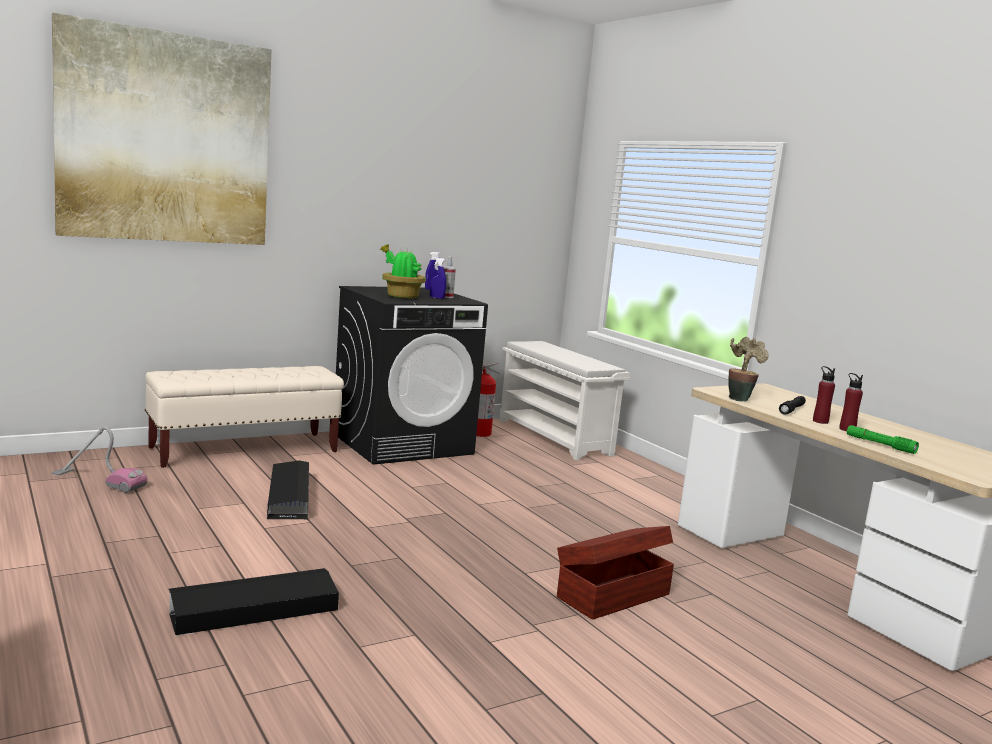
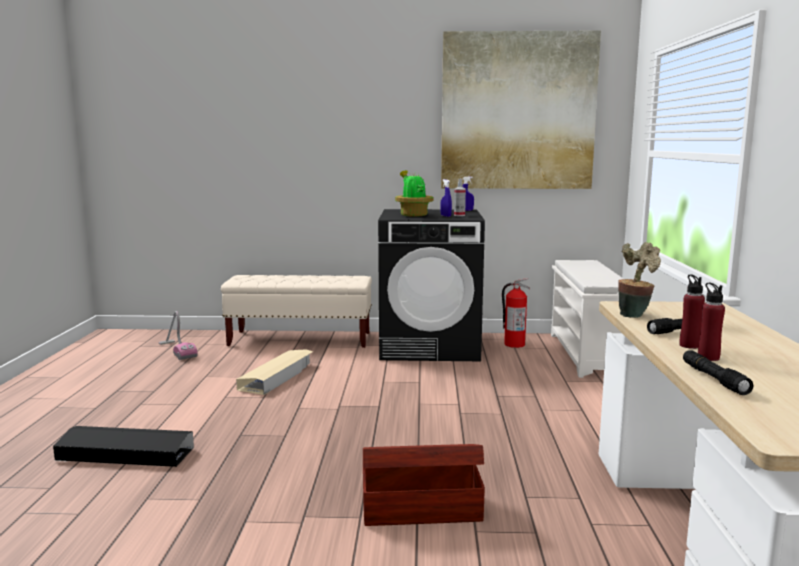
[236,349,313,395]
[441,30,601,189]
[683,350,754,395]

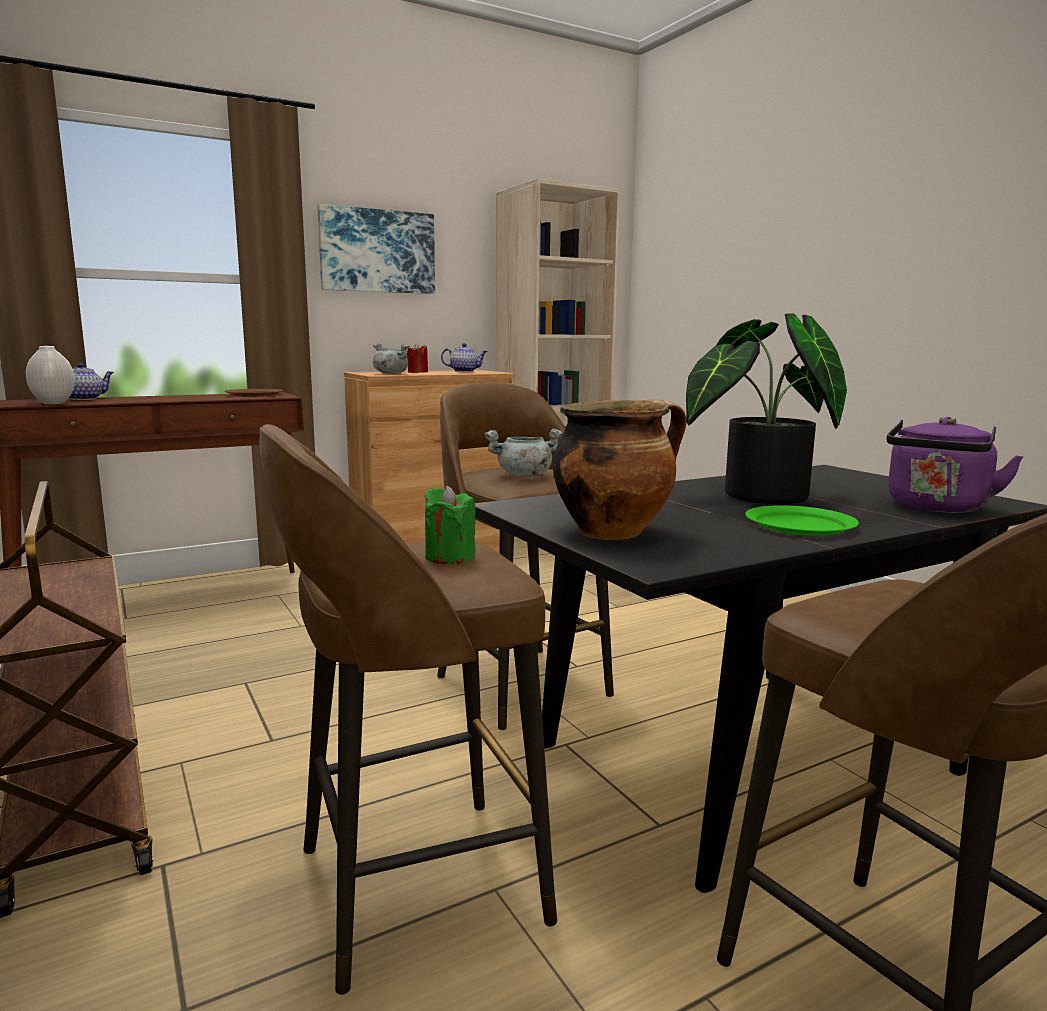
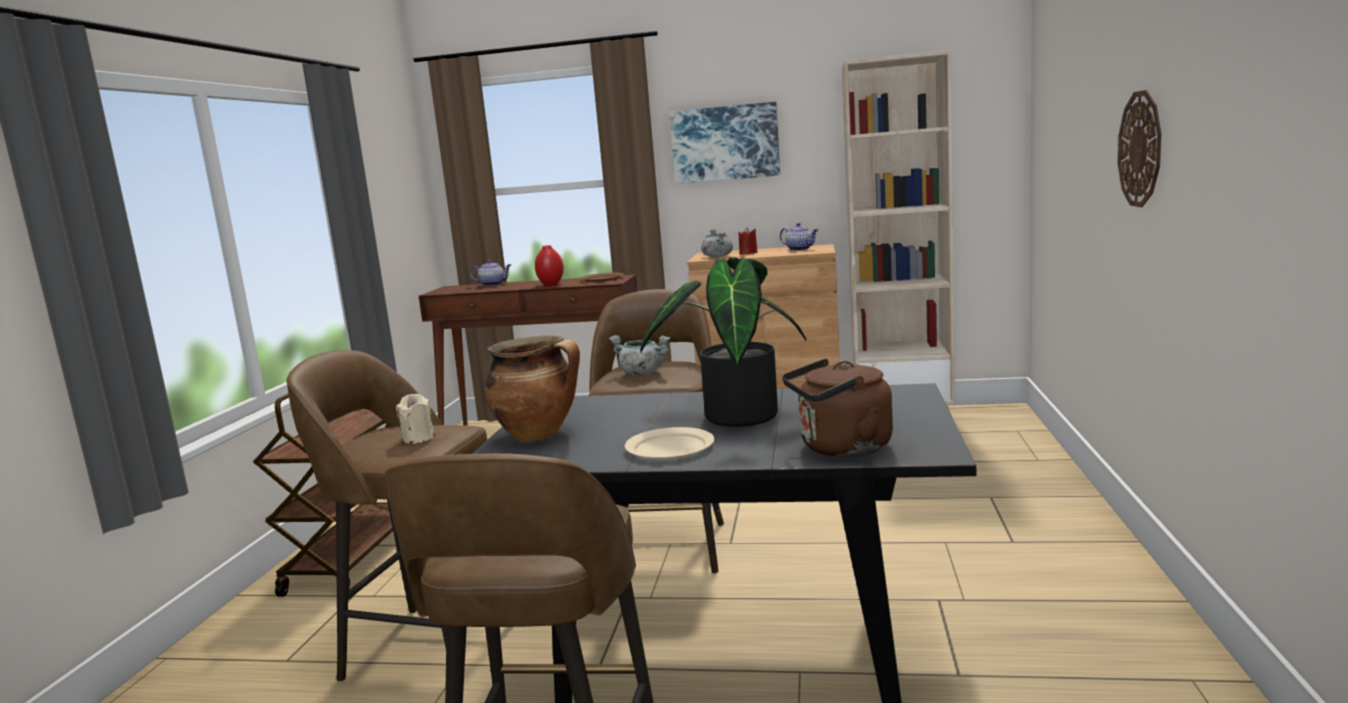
[396,394,435,444]
[535,245,564,286]
[625,427,715,460]
[782,358,893,457]
[1118,90,1161,207]
[26,346,75,404] (first image)

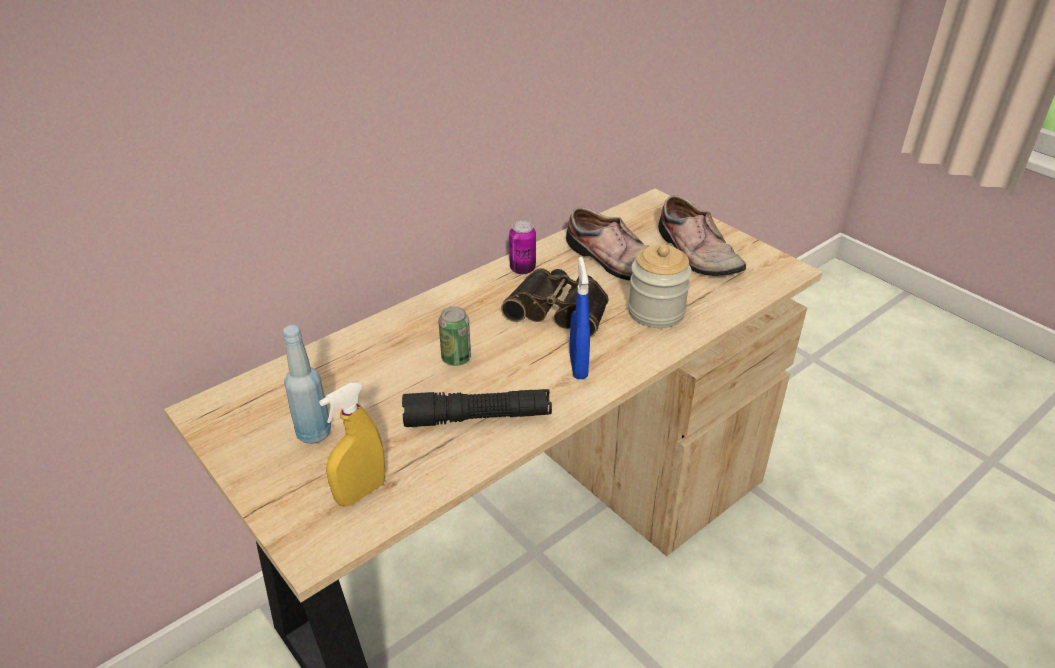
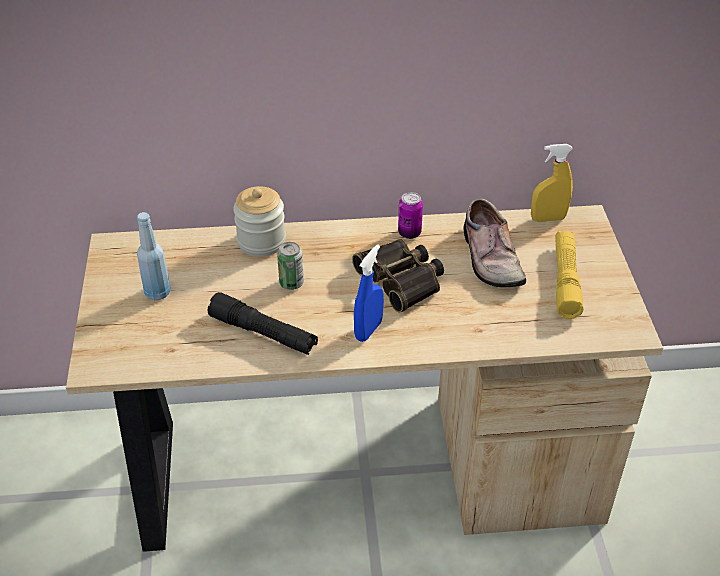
[233,186,286,257]
[531,144,573,222]
[555,231,583,319]

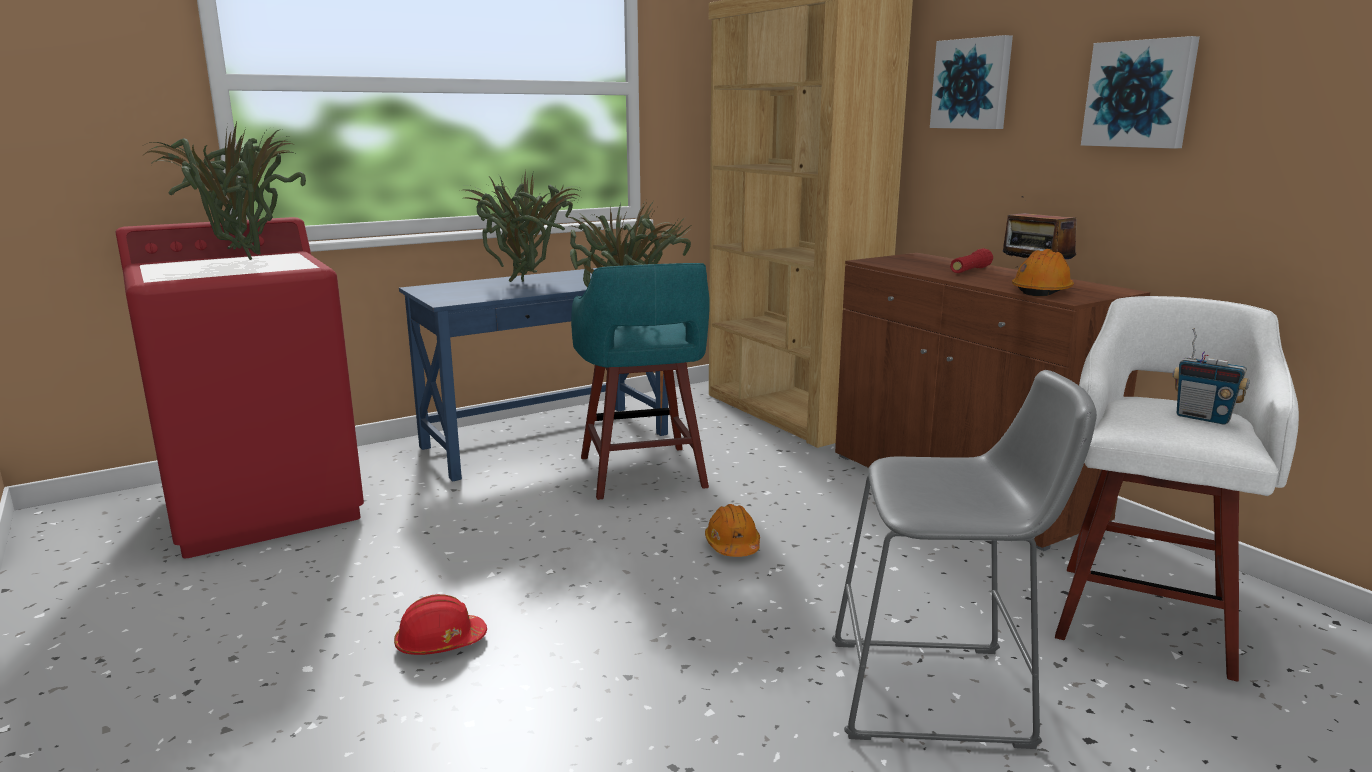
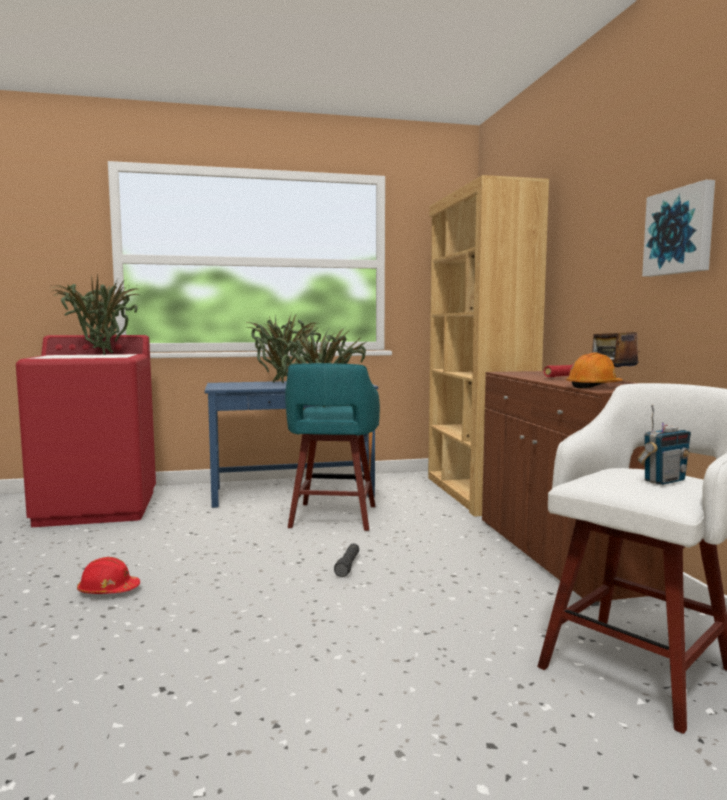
[334,543,359,577]
[637,404,691,485]
[832,370,1097,749] (first image)
[930,35,1013,129] (first image)

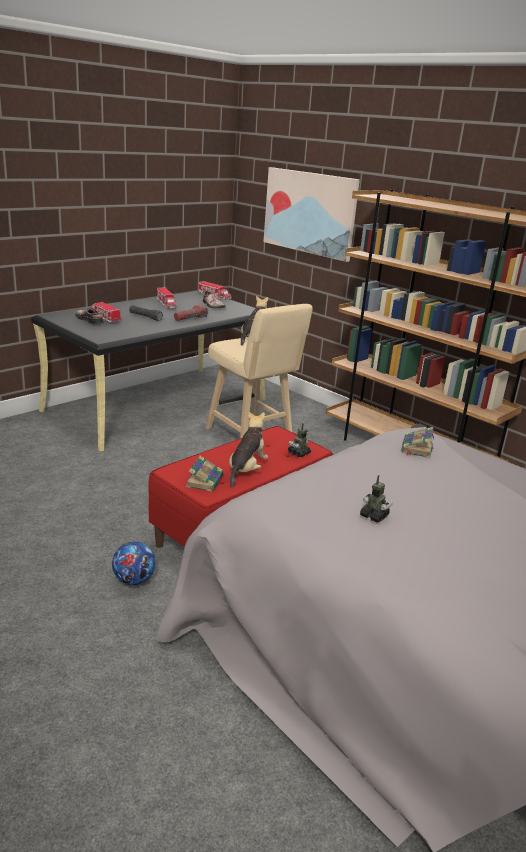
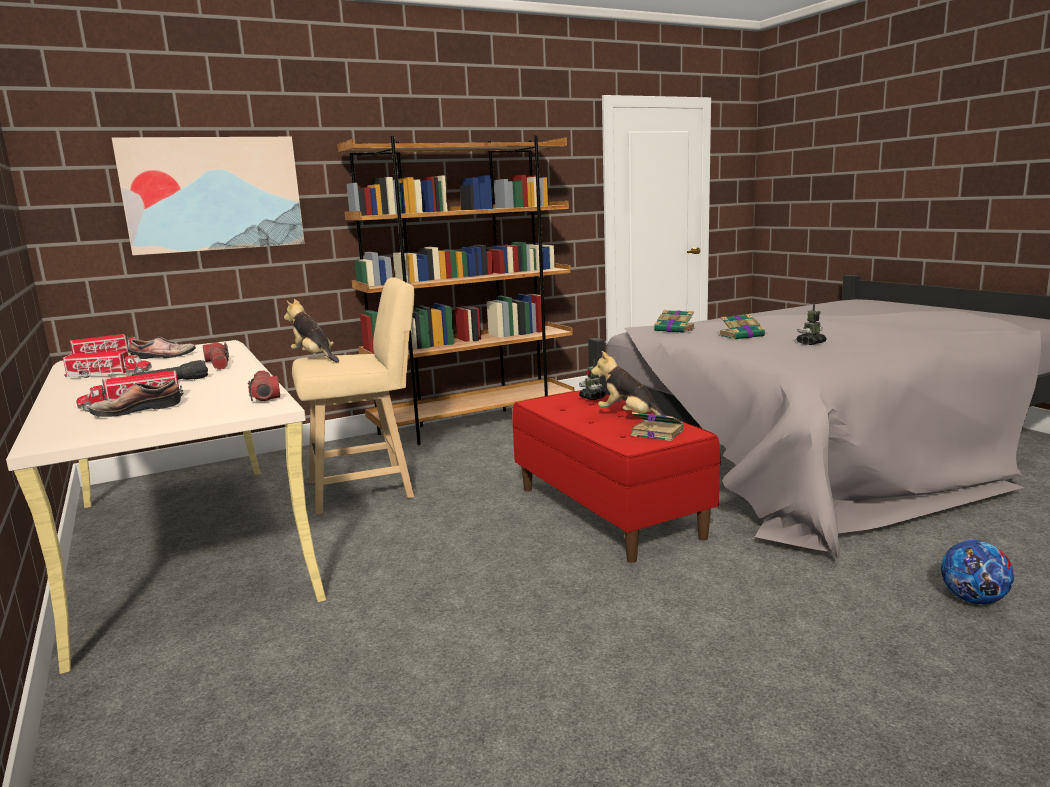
[6,340,326,674]
[248,370,280,401]
[719,314,765,340]
[941,540,1014,604]

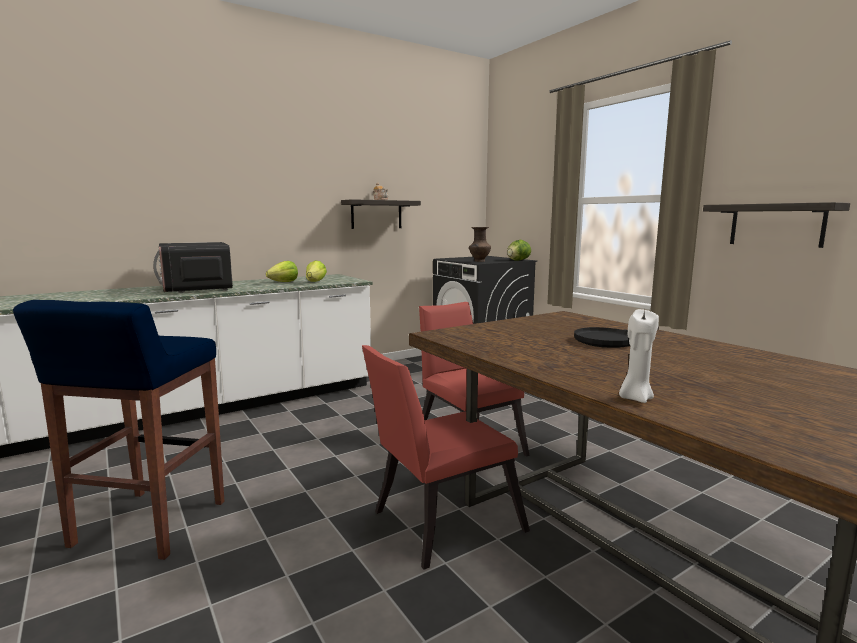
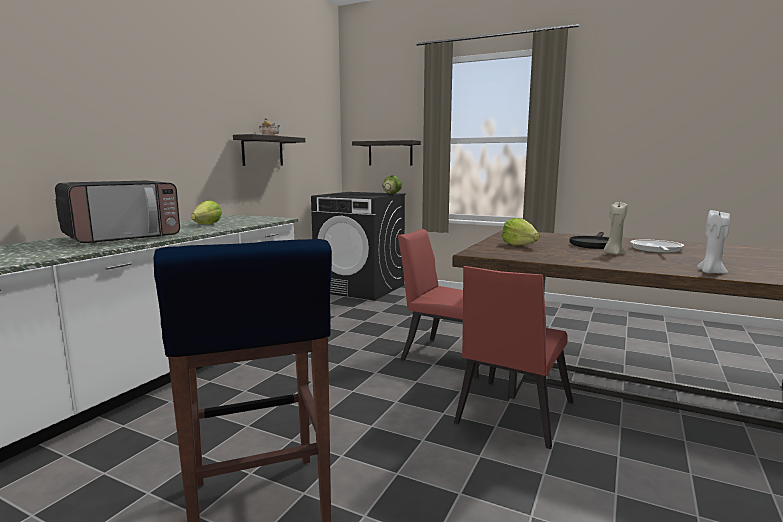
[55,181,180,243]
[352,140,421,166]
[502,218,539,246]
[604,202,628,254]
[630,240,684,253]
[469,227,491,262] (first image)

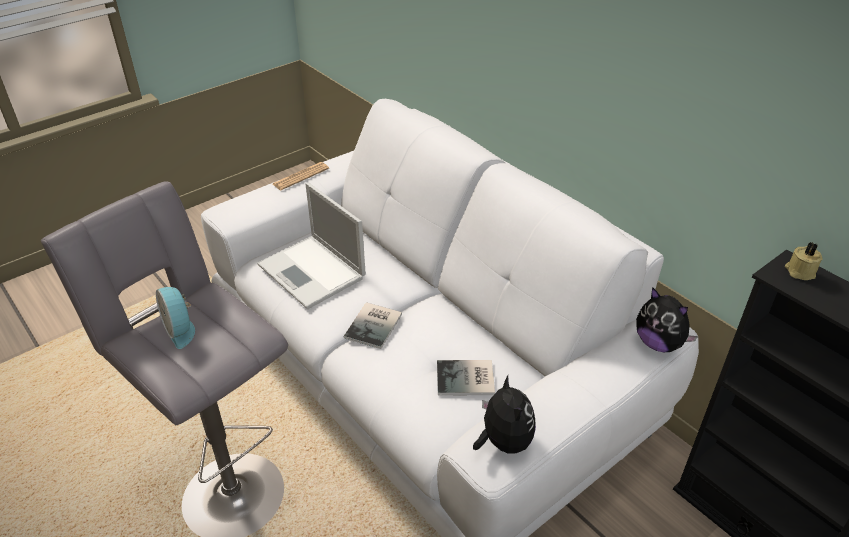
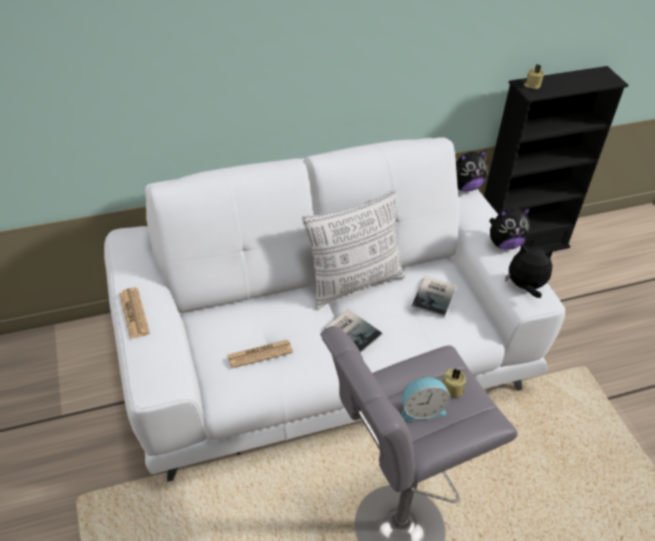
[227,340,293,368]
[302,190,405,309]
[441,369,466,398]
[489,207,531,250]

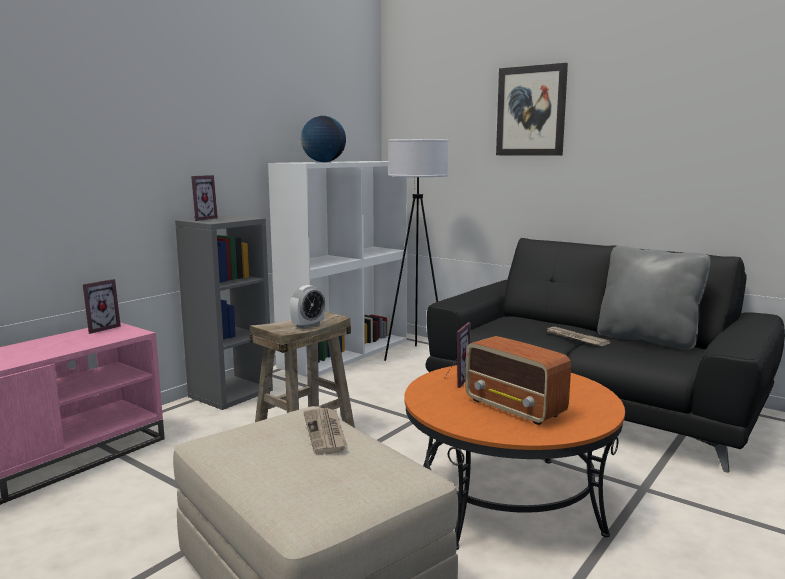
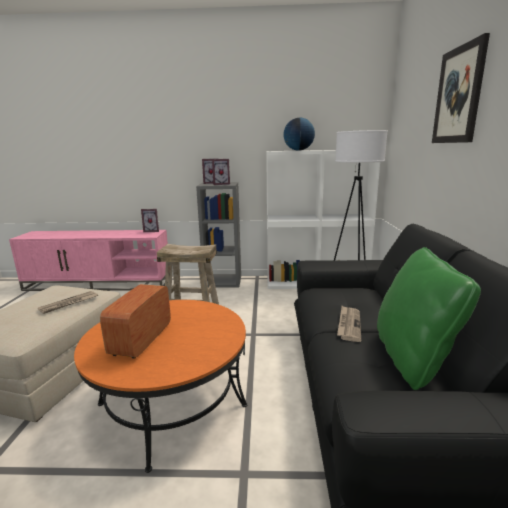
[212,159,230,185]
[377,247,481,390]
[290,285,325,329] (first image)

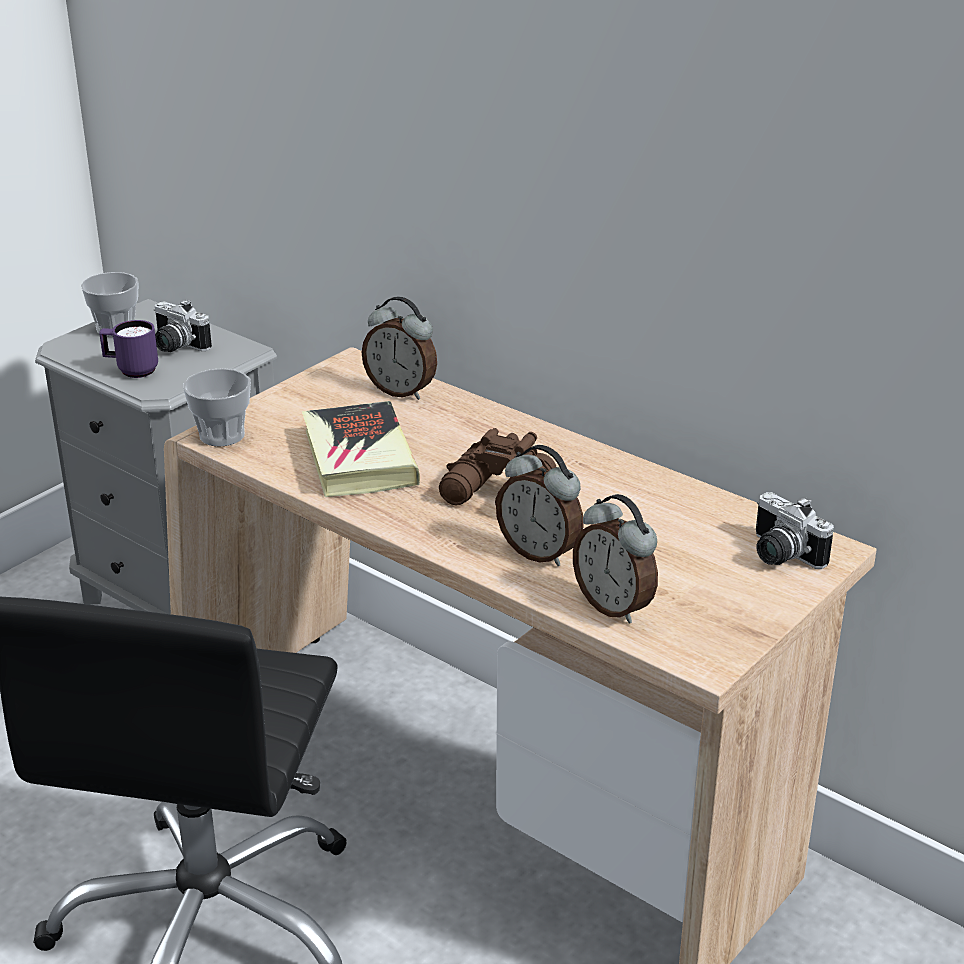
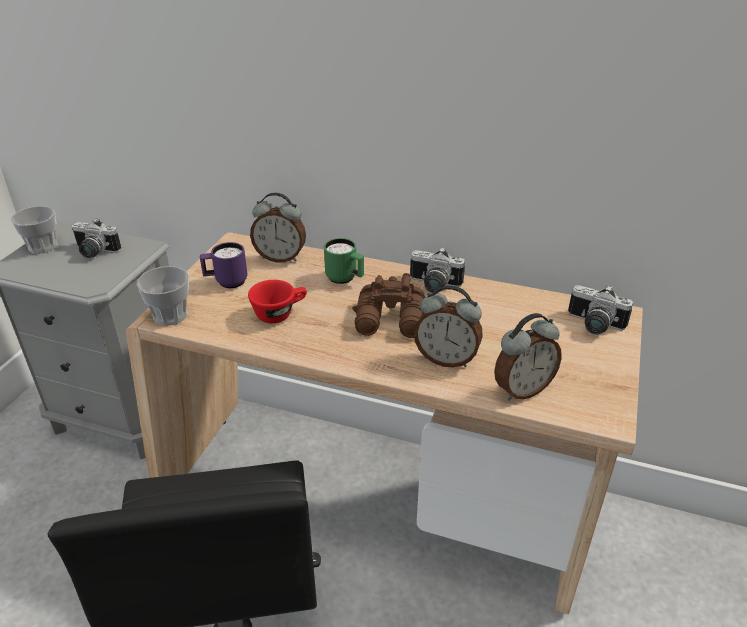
[200,242,247,288]
[248,280,307,323]
[324,238,364,284]
[410,247,465,293]
[494,313,562,400]

